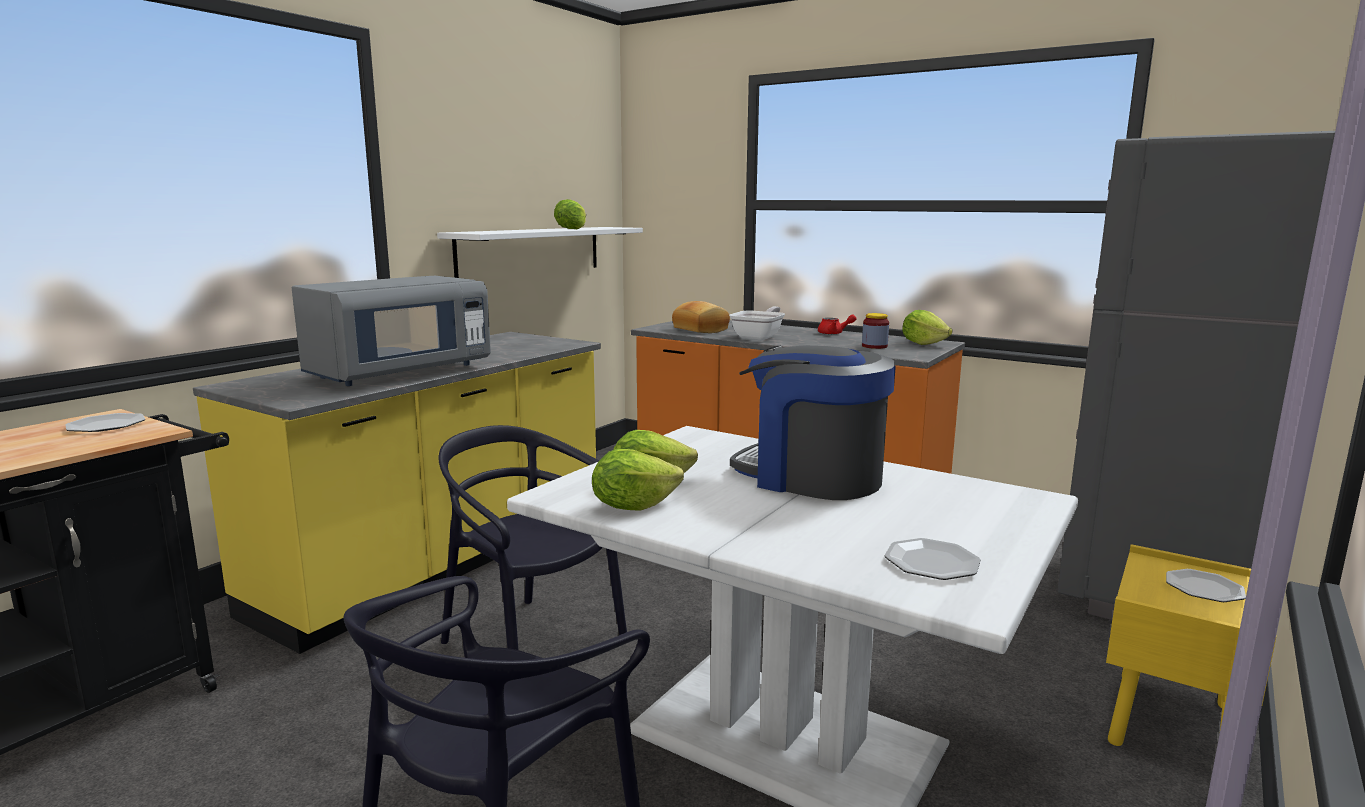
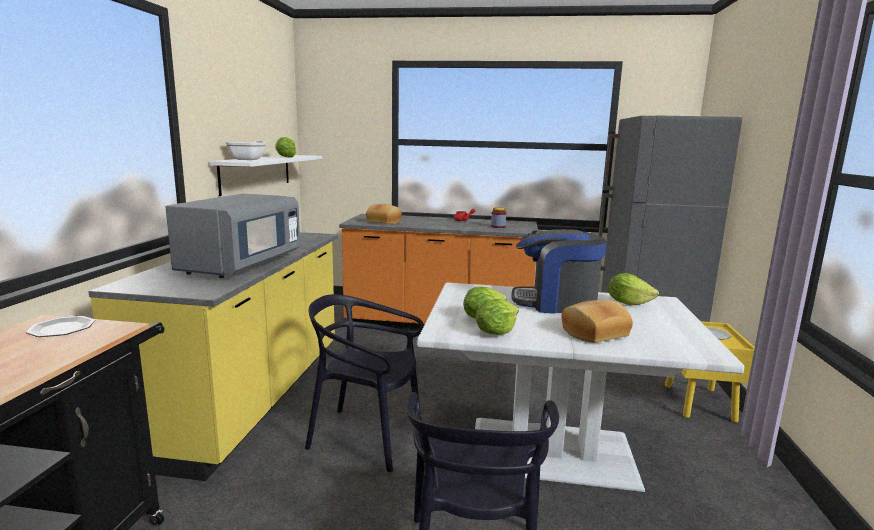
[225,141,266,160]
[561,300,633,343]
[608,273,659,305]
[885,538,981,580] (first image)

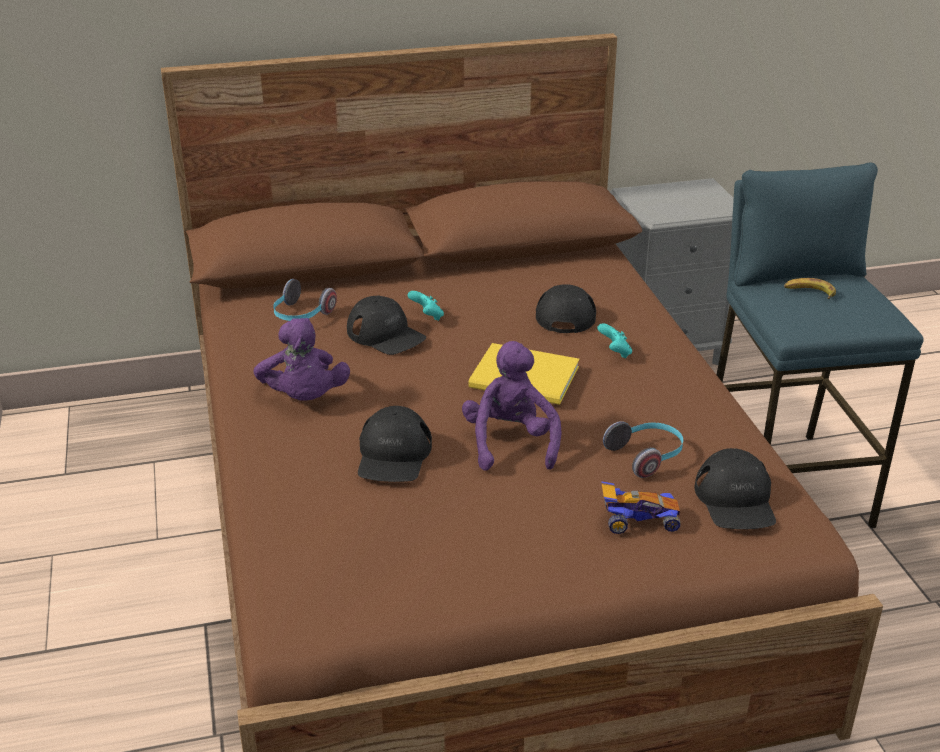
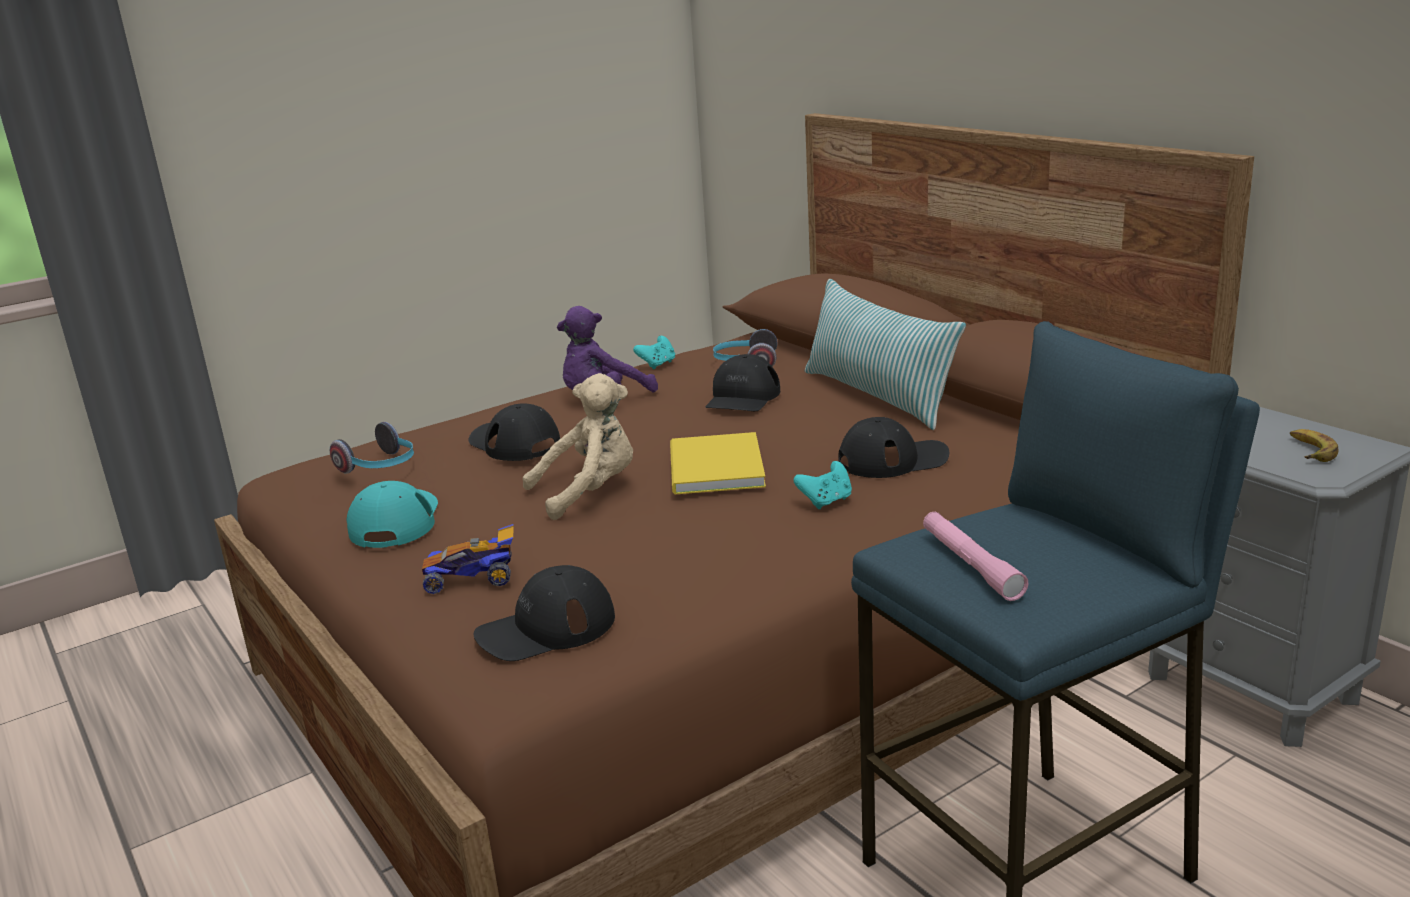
[330,422,414,473]
[347,481,438,548]
[422,524,514,594]
[468,403,560,461]
[523,373,633,520]
[633,336,675,369]
[805,279,966,430]
[923,512,1029,601]
[1290,429,1338,462]

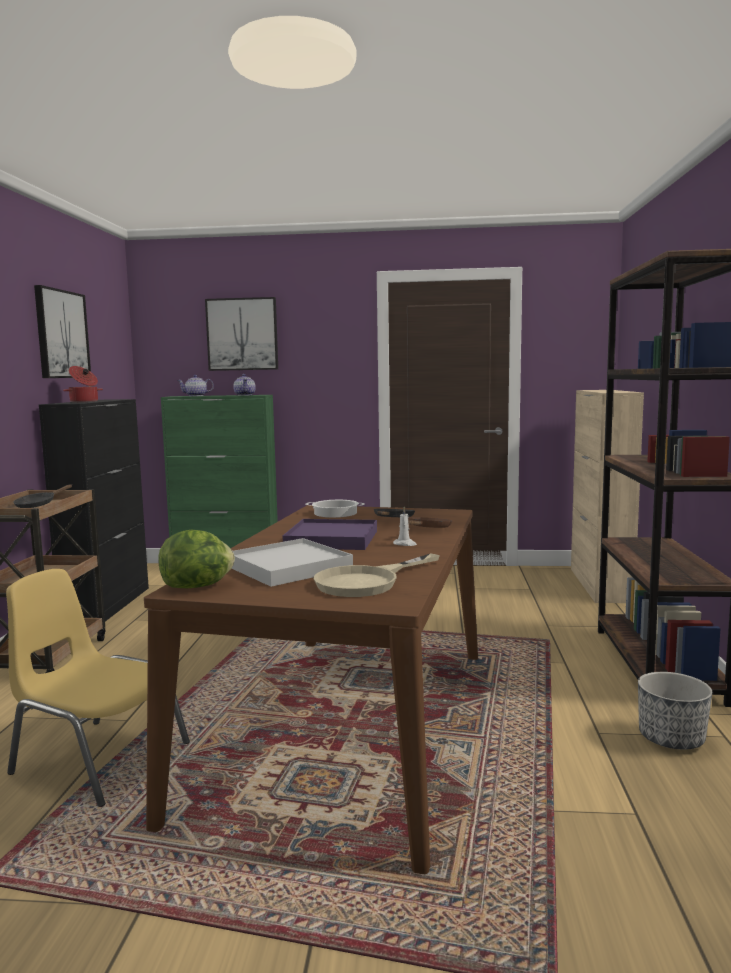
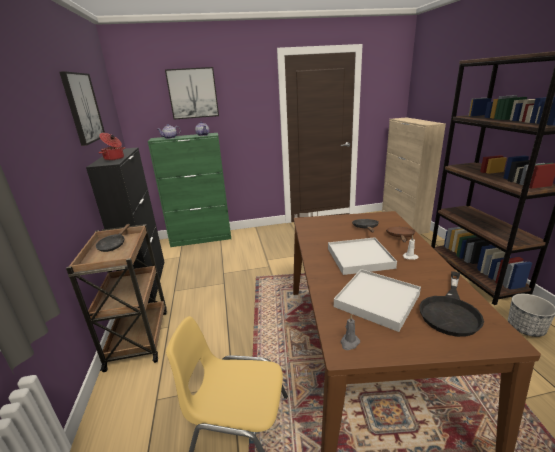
[328,237,397,275]
[341,314,360,350]
[419,271,484,337]
[306,500,365,518] (first image)

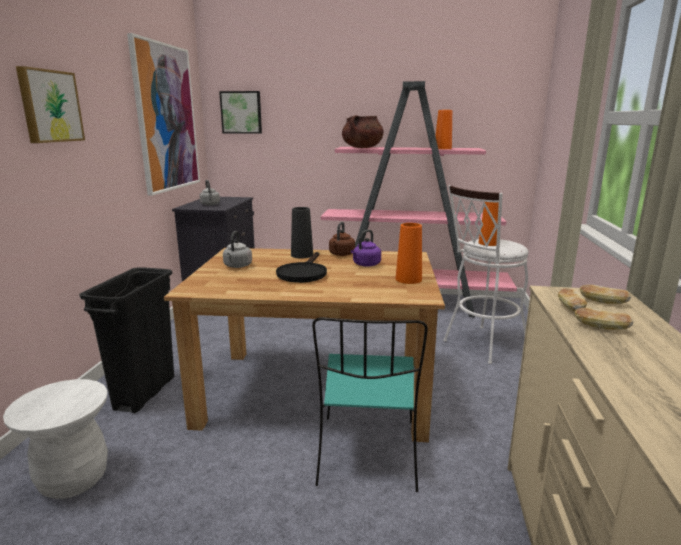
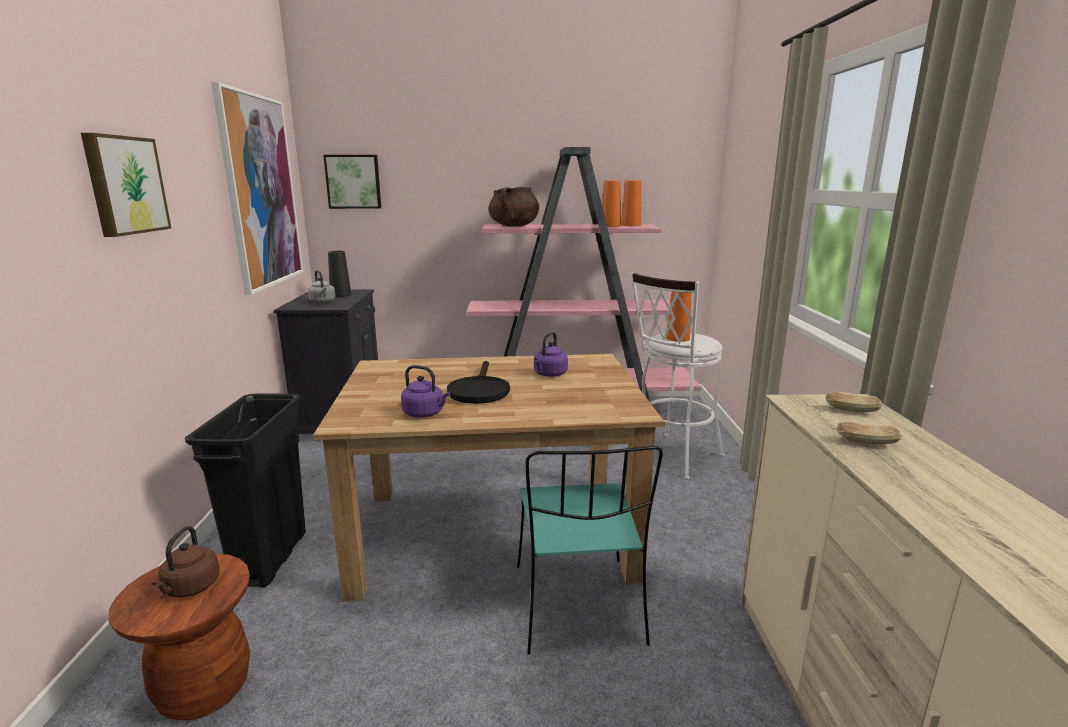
[108,553,250,720]
[151,526,220,597]
[328,251,352,297]
[401,365,450,418]
[621,180,641,226]
[223,231,252,268] (first image)
[558,288,587,312] (first image)

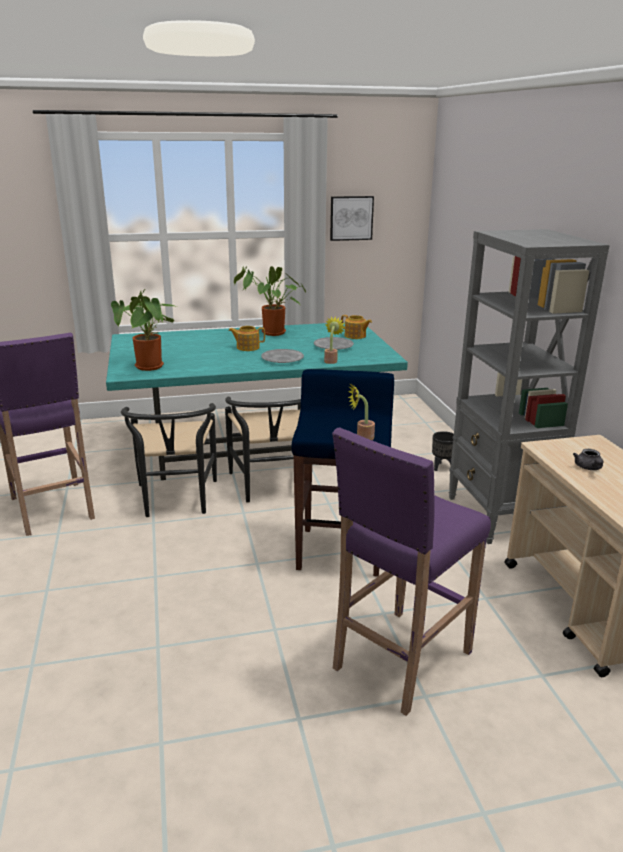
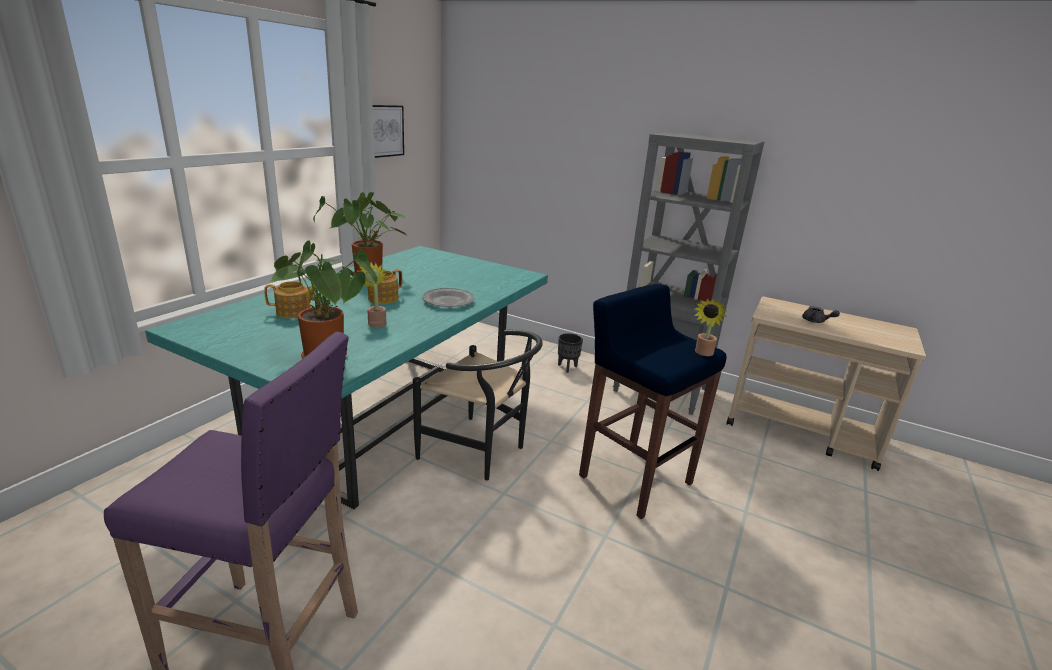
[264,281,316,319]
[357,262,386,328]
[121,403,217,517] (first image)
[314,337,354,350] (first image)
[332,427,491,716] (first image)

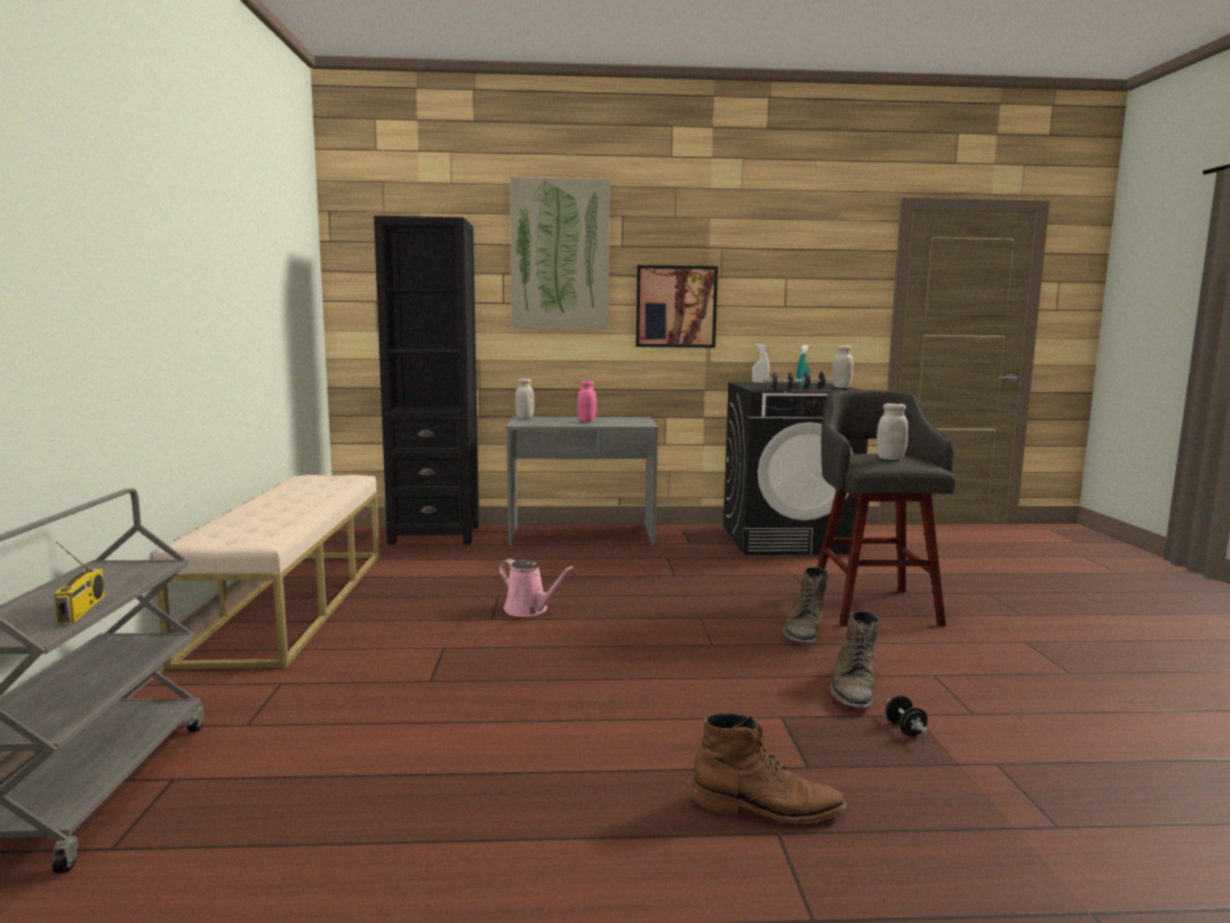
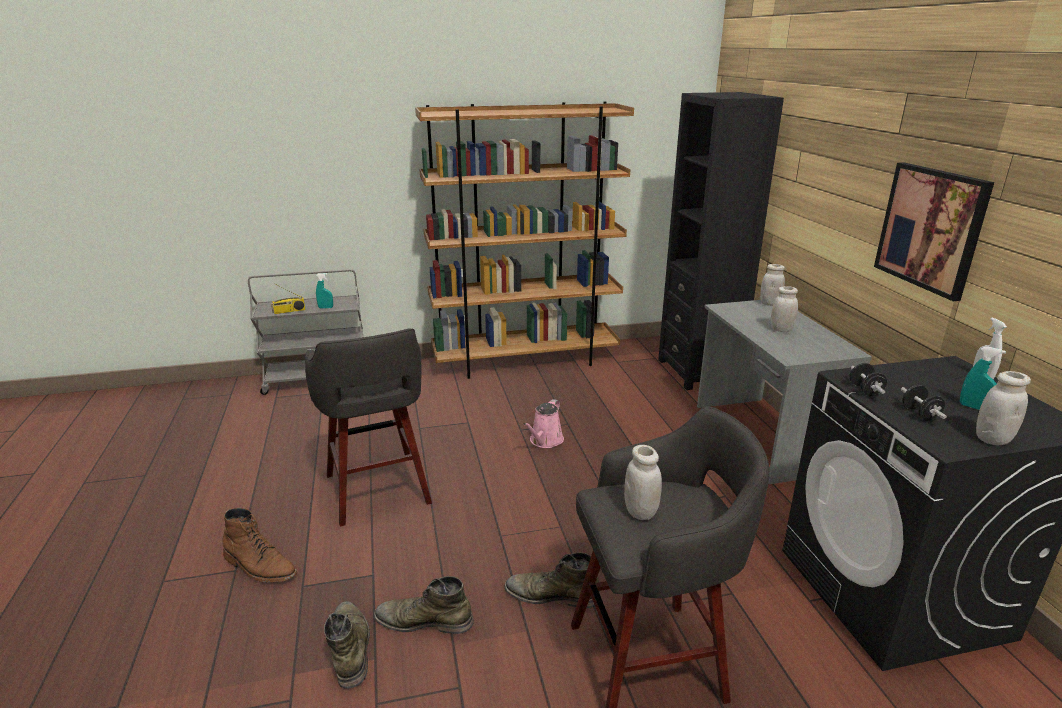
[222,508,297,582]
[305,328,432,527]
[316,273,333,308]
[324,601,370,689]
[415,102,634,379]
[771,286,798,332]
[510,177,610,330] (first image)

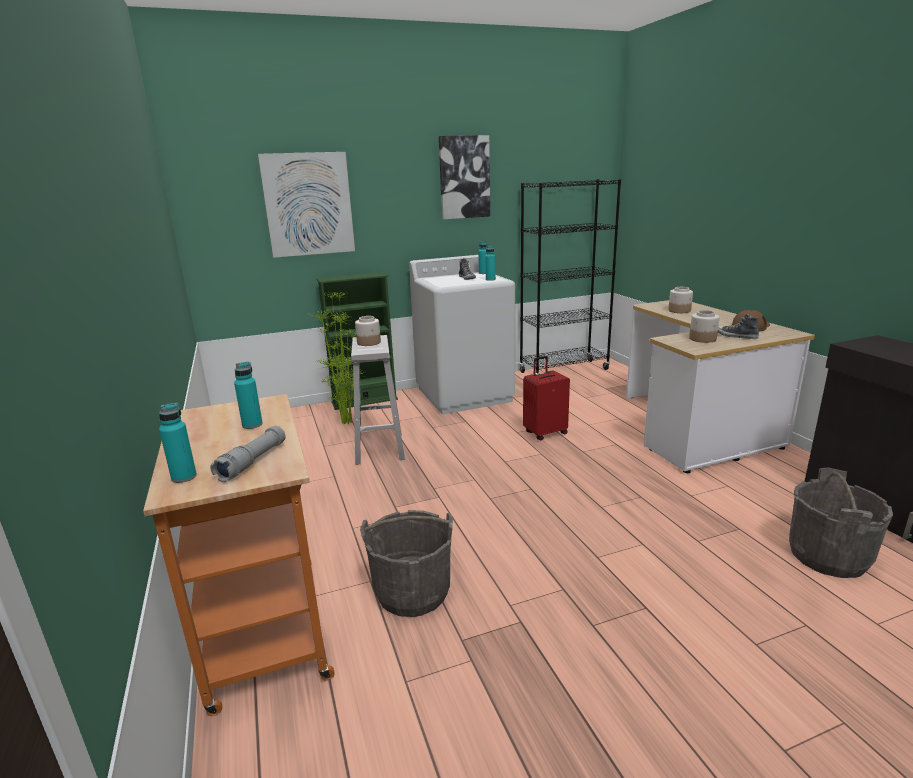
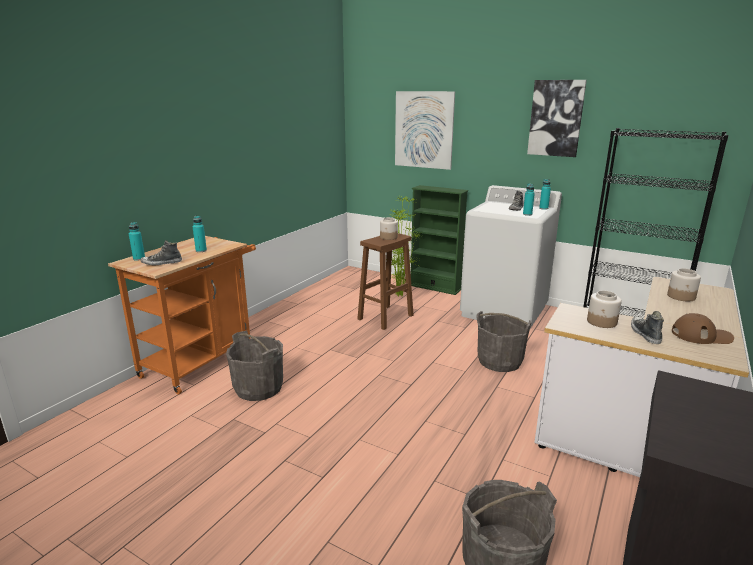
[141,240,182,265]
[357,233,414,330]
[476,311,532,372]

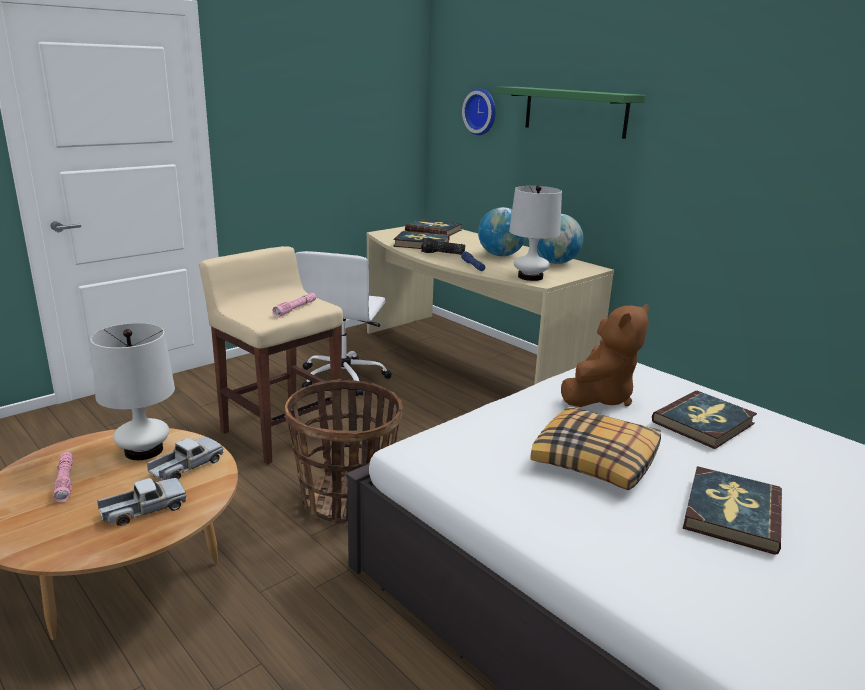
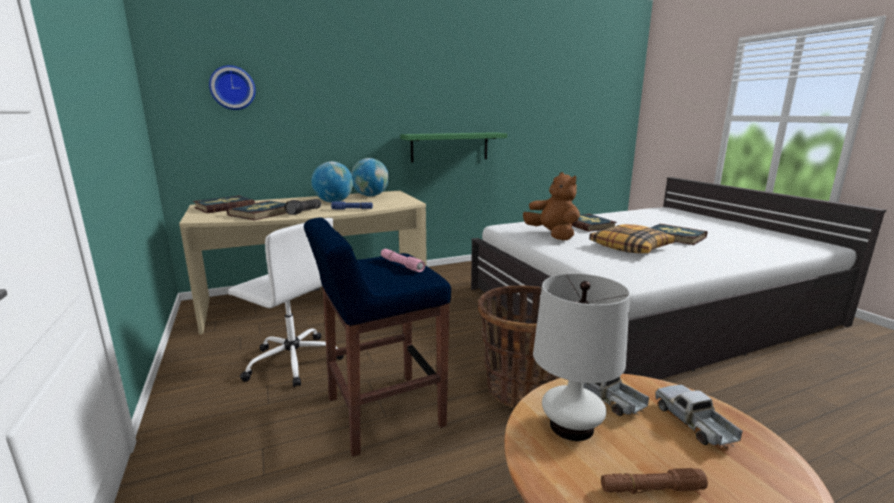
[304,217,451,457]
[400,132,507,163]
[601,468,708,494]
[509,186,562,281] (first image)

